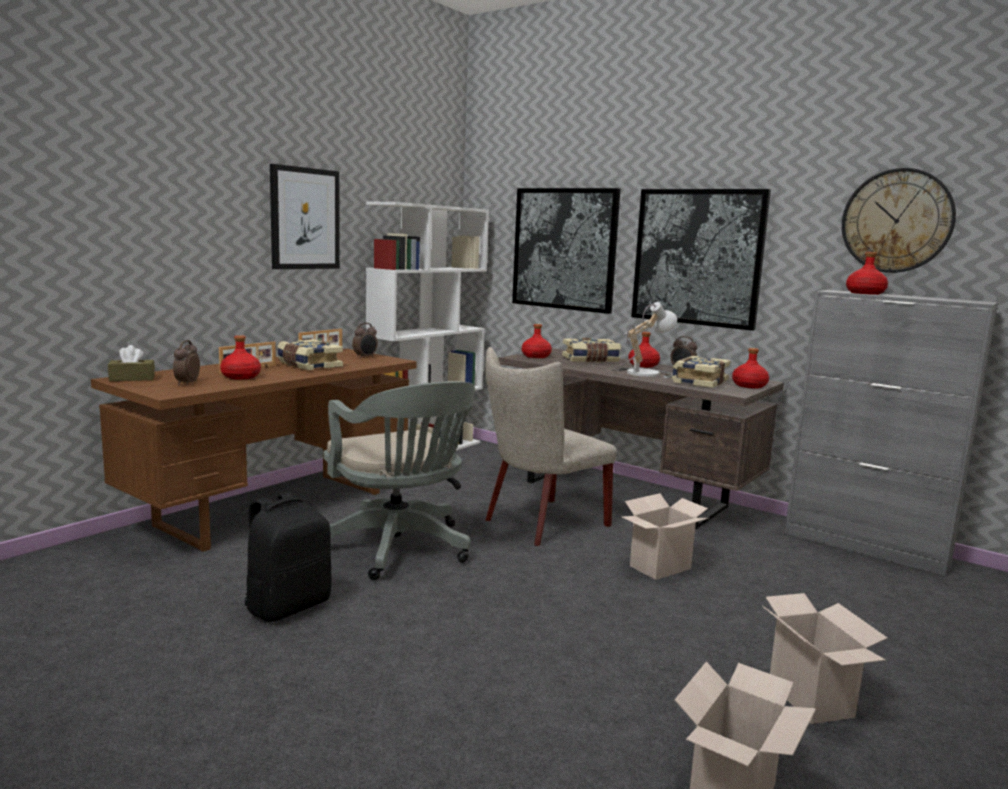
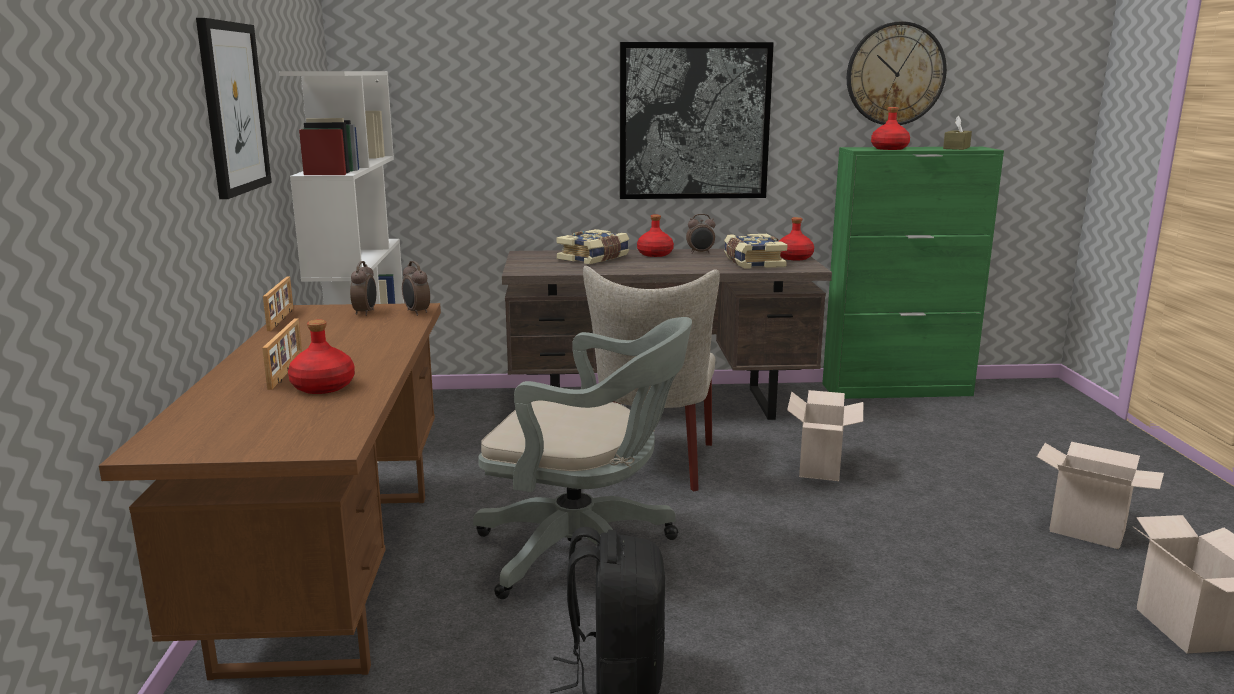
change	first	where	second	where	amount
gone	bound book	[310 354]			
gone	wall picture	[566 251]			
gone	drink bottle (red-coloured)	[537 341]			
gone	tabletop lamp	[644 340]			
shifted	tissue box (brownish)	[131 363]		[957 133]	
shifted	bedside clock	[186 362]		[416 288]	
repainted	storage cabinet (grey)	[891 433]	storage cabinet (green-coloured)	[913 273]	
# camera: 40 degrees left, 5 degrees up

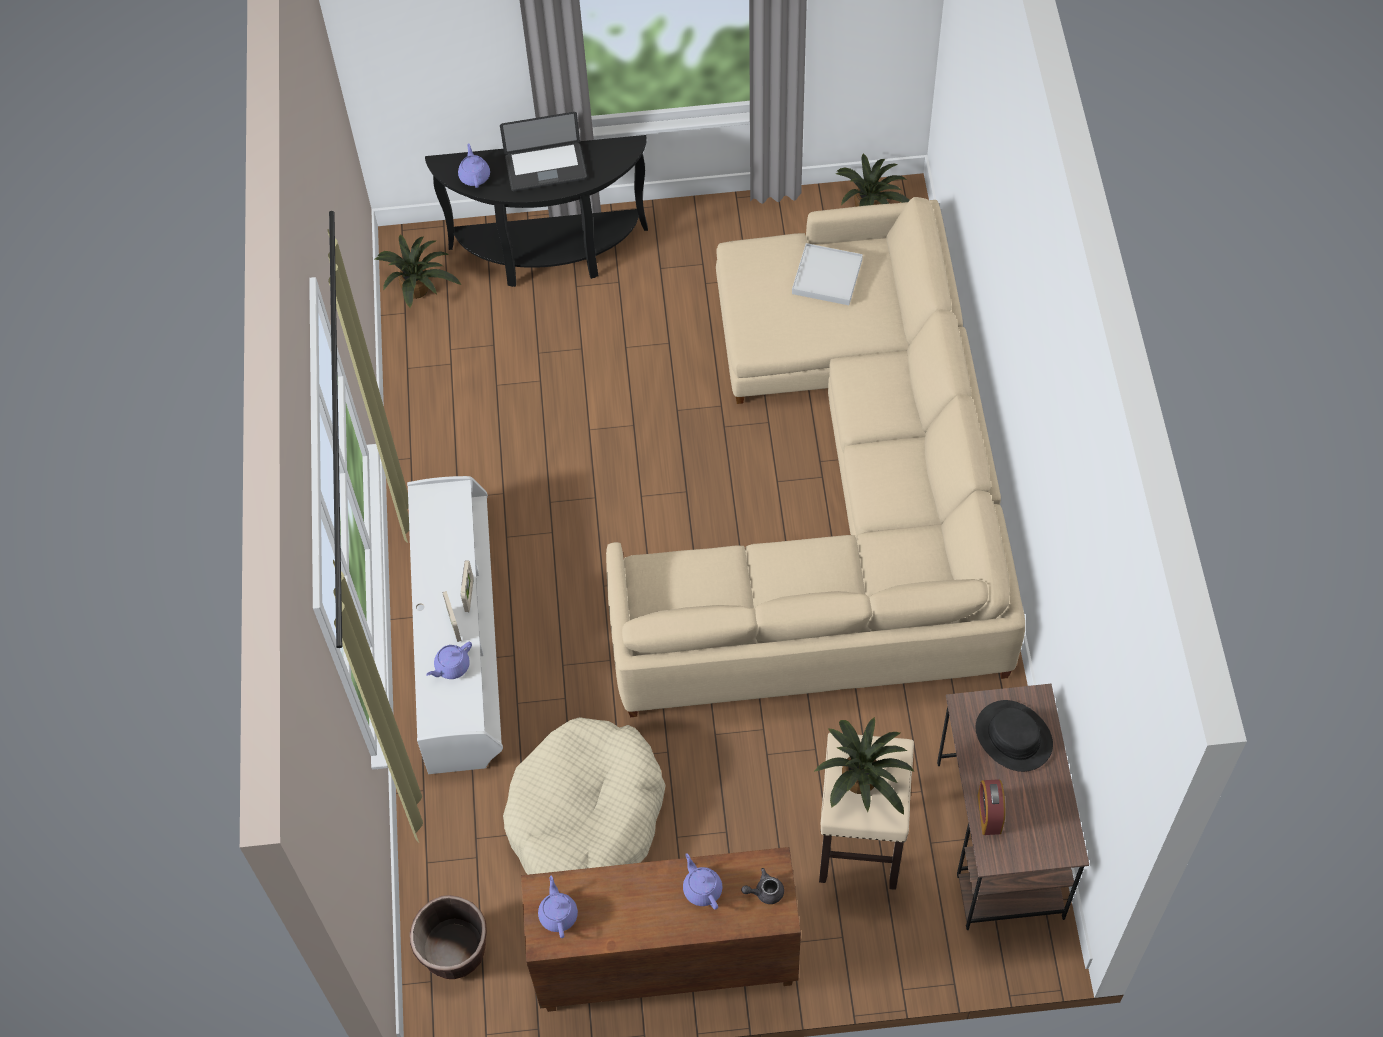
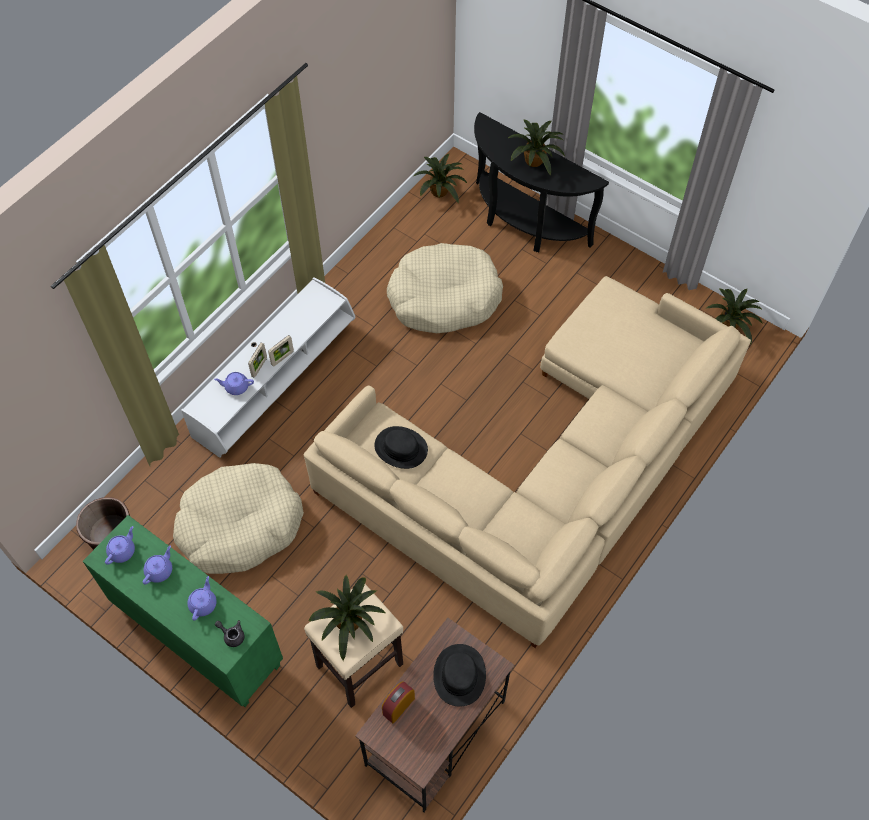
change	first	where	second	where	amount
gone	serving tray (white-coloured)	[827 274]			
new			hat (blackish)	[401 447]	
new			dog cushion (beige-coloured)	[445 288]	
shifted	pot for tea (purple-coloured)	[474 165]		[157 564]	
swapped	laptop	[543 151]	houseplant	[536 147]	
repainted	storage cabinet (brownish)	[661 929]	storage cabinet (green-coloured)	[183 611]	
# camera: 40 degrees right, 0 degrees up

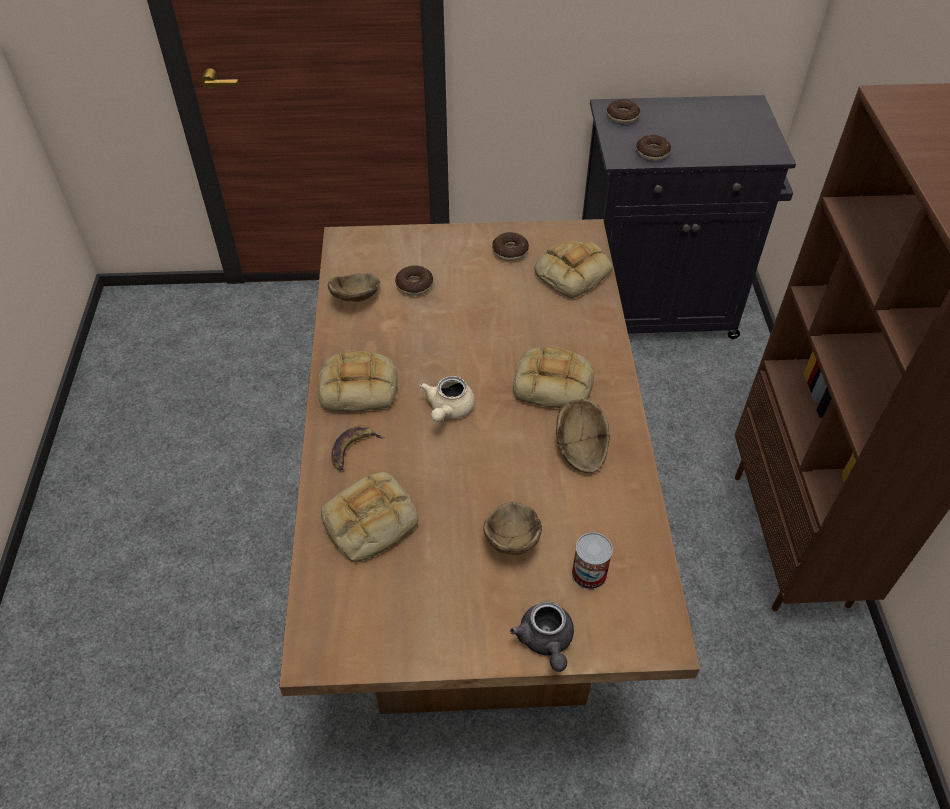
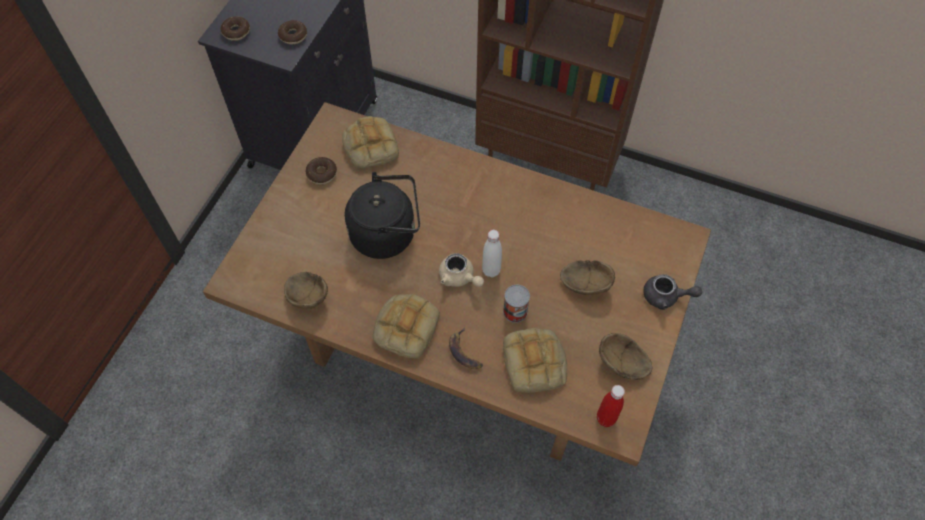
change	first	where	second	where	amount
gone	donut	[414 280]			
gone	bakery bread	[553 376]			
new			kettle (blackish)	[382 215]	
new			drink bottle (white-coloured)	[492 254]	
new			drink bottle (red-coloured)	[611 406]	
shifted	serving bowl (brownish)	[583 436]		[626 356]	
shifted	can	[592 561]		[516 304]	
# camera: 65 degrees left, 10 degrees up

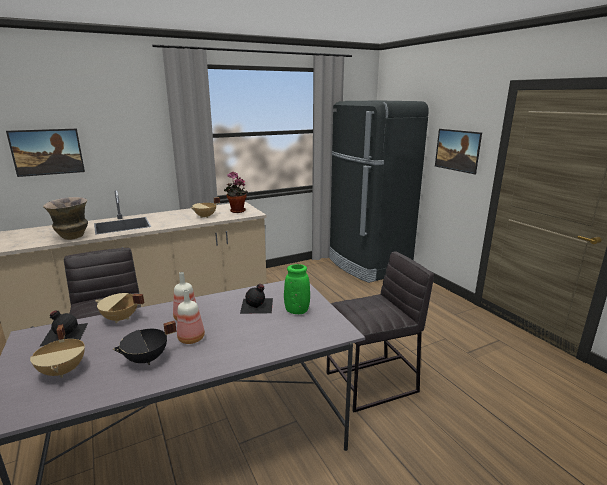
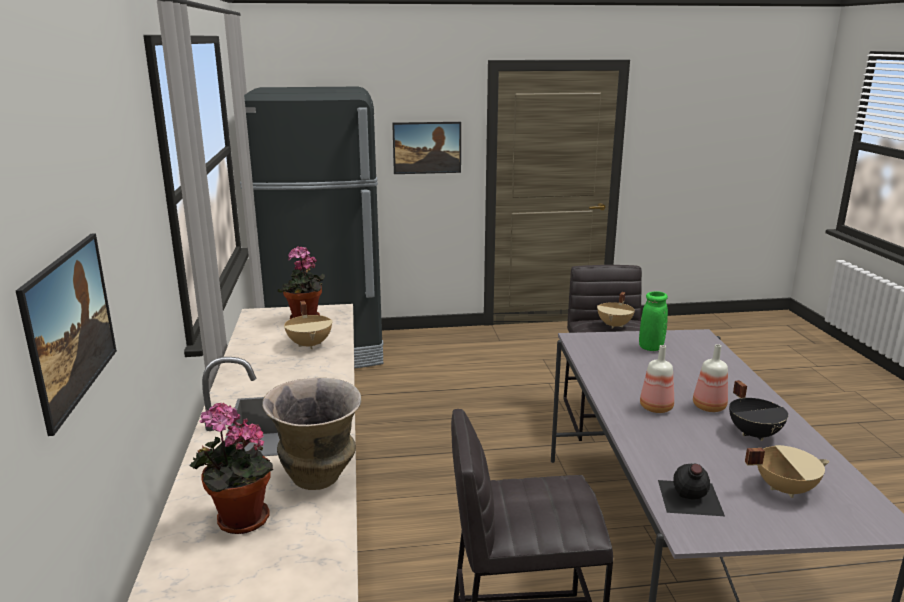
change	first	where	second	where	amount
gone	drink bottle (blackish)	[256 299]			
new			houseplant	[231 468]	
shifted	stockpot (beige-coloured)	[119 308]		[616 310]	
# camera: 70 degrees left, 0 degrees up

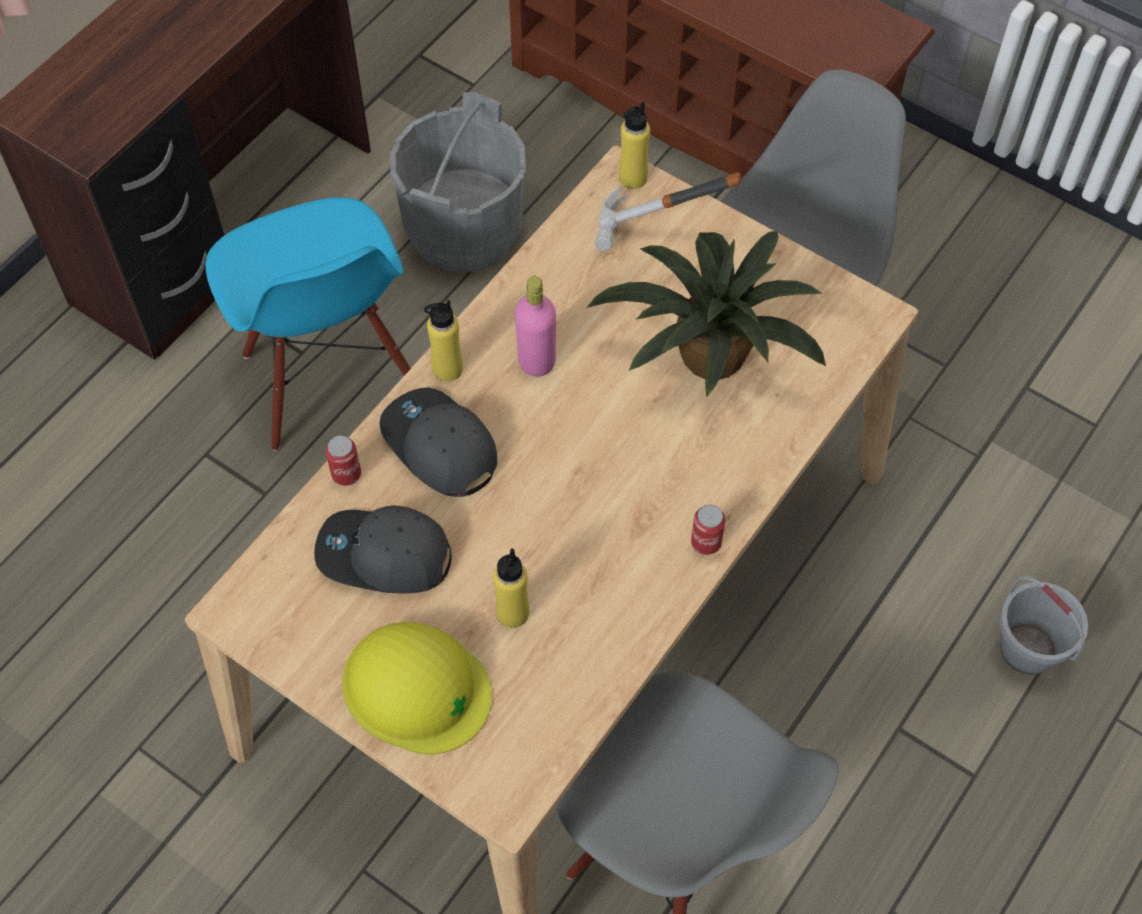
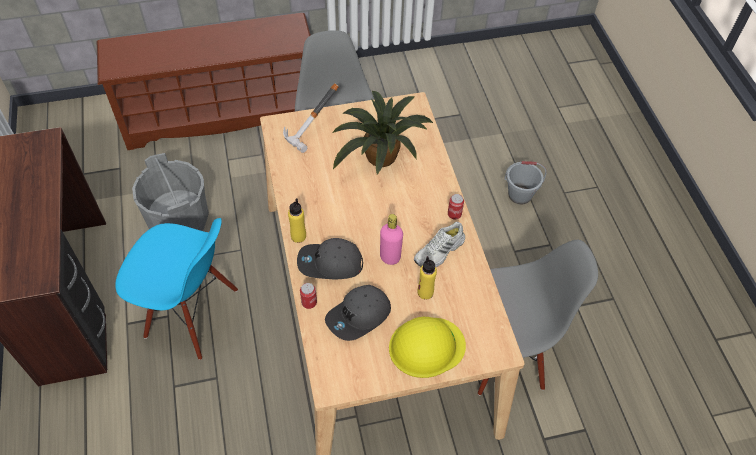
change	first	where	second	where	amount
gone	drink bottle (yellow-coloured)	[634 145]			
new			item of footwear (white-coloured)	[439 244]	
shifted	drink bottle (pink-coloured)	[535 326]		[391 239]	
# camera: 50 degrees left, 5 degrees down

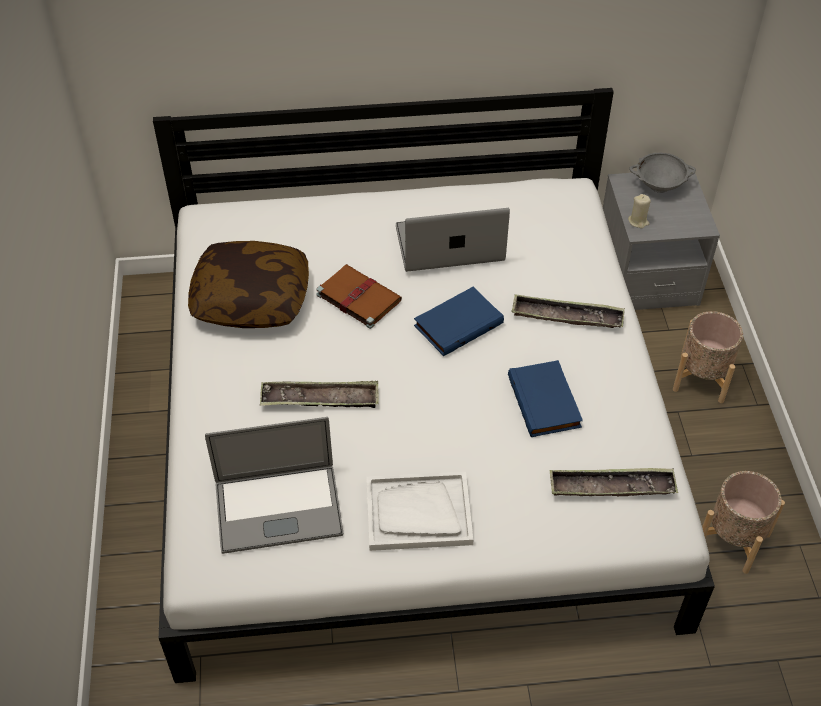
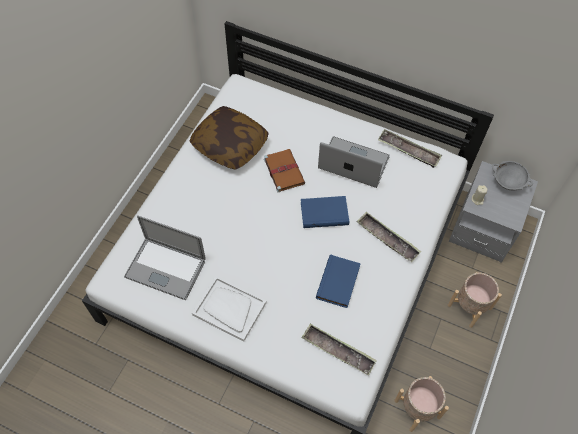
change	first	where	second	where	amount
shifted	serving tray	[319 394]		[410 148]	
# camera: 30 degrees right, 10 degrees up

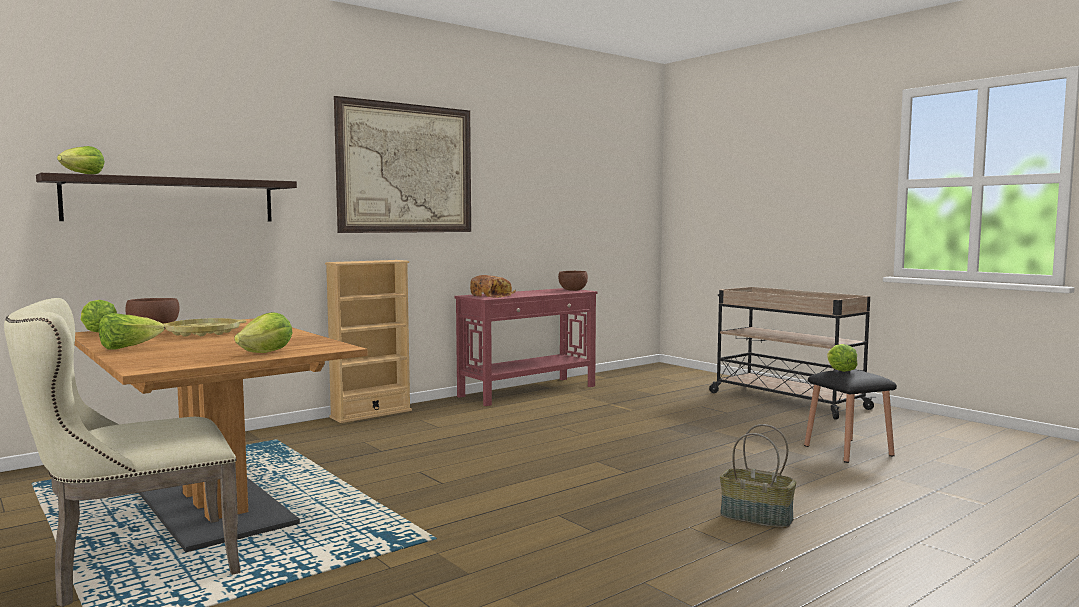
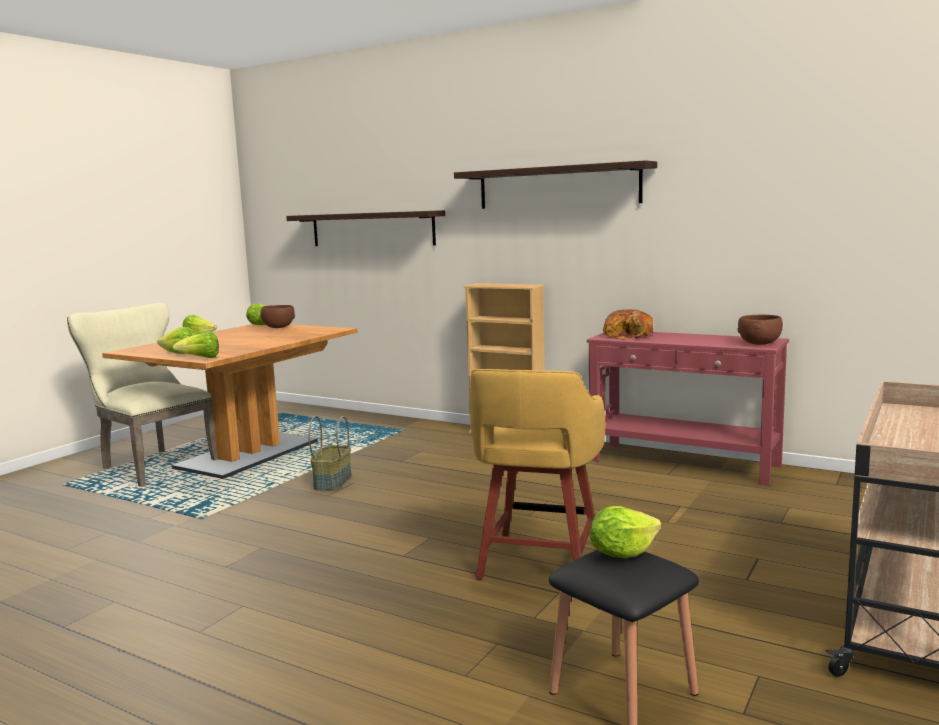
change	first	where	second	where	amount
gone	serving tray (yellow-coloured)	[205 327]			
new			stool seat (yellow-coloured)	[537 474]	
shifted	head of lettuce	[81 160]		[196 345]	
shifted	household basket	[758 476]		[330 453]	
swapped	wall picture	[402 164]	shelf	[555 184]	
# camera: 70 degrees right, 5 degrees up

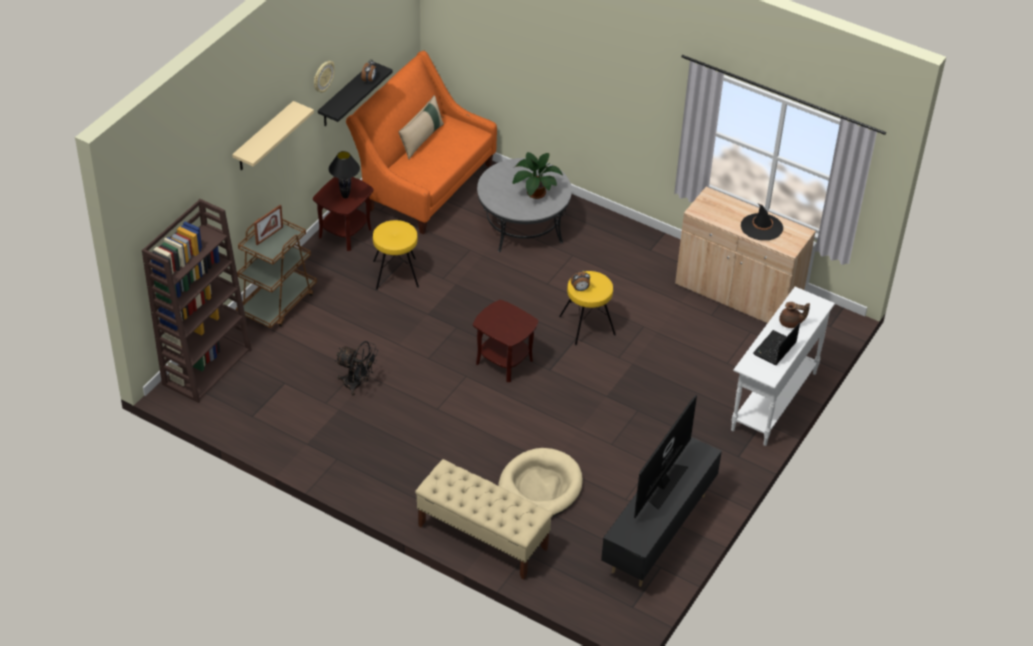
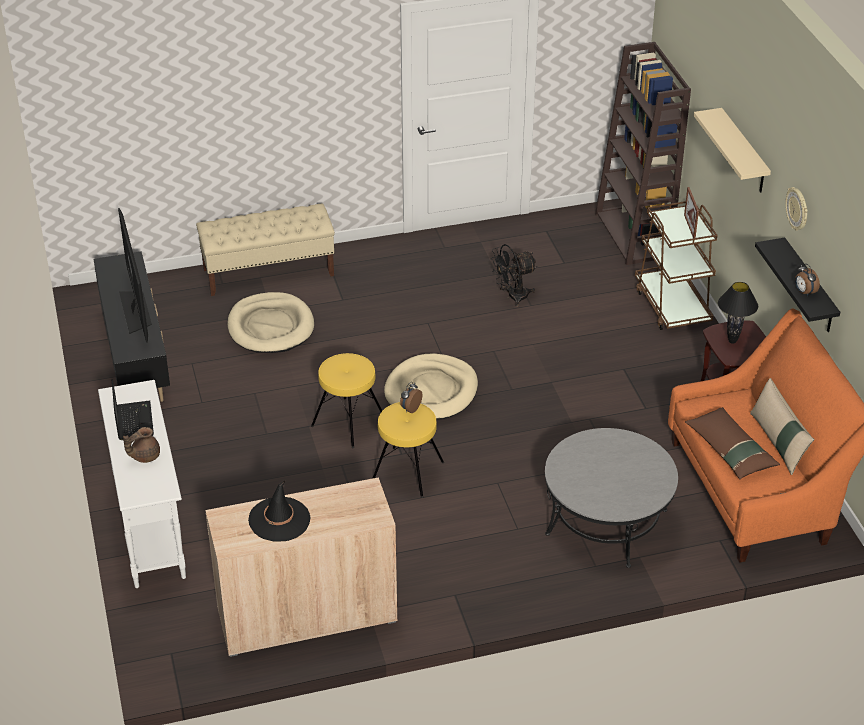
change	first	where	second	where	amount
gone	houseplant	[537 175]			
new			cushion (brownish)	[732 443]	
shifted	stool seat (yellow-coloured)	[396 255]		[346 400]	
swapped	accent table (brownish)	[505 341]	dog cushion (beige-coloured)	[431 386]	
# camera: 135 degrees right, 5 degrees down

